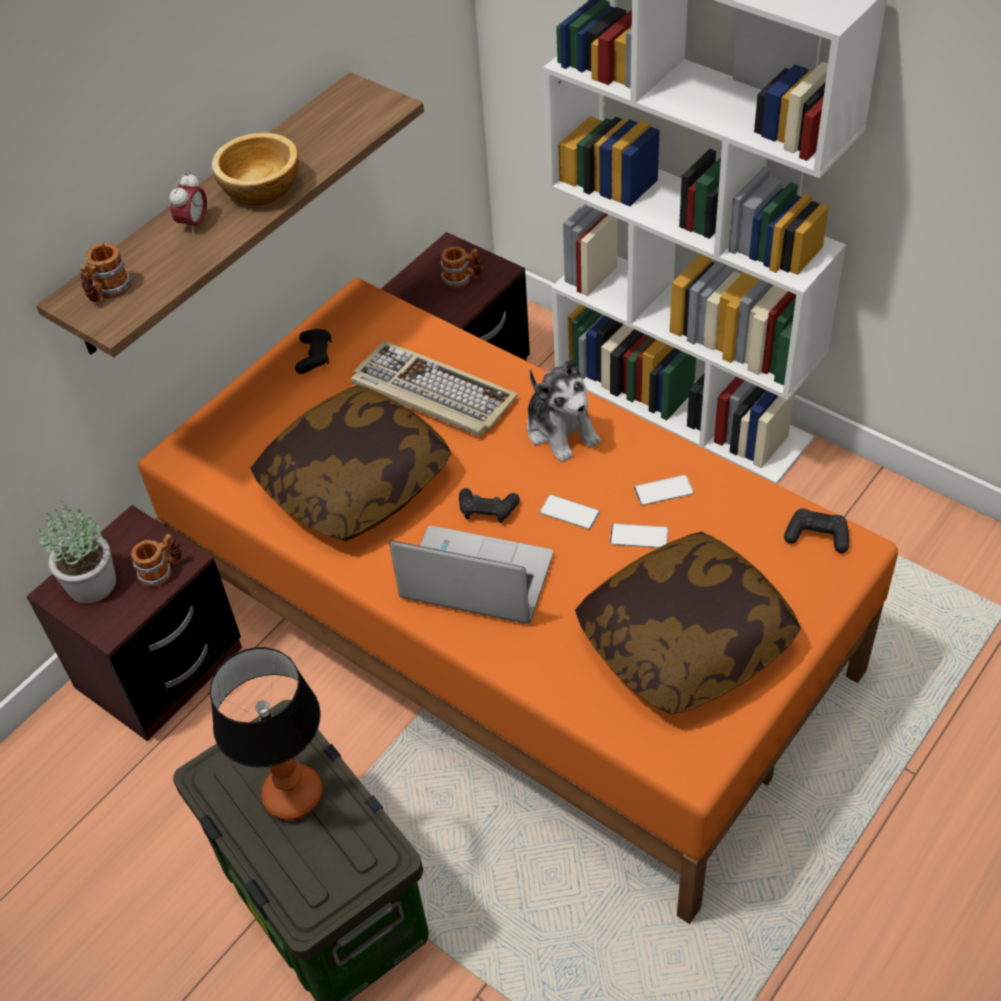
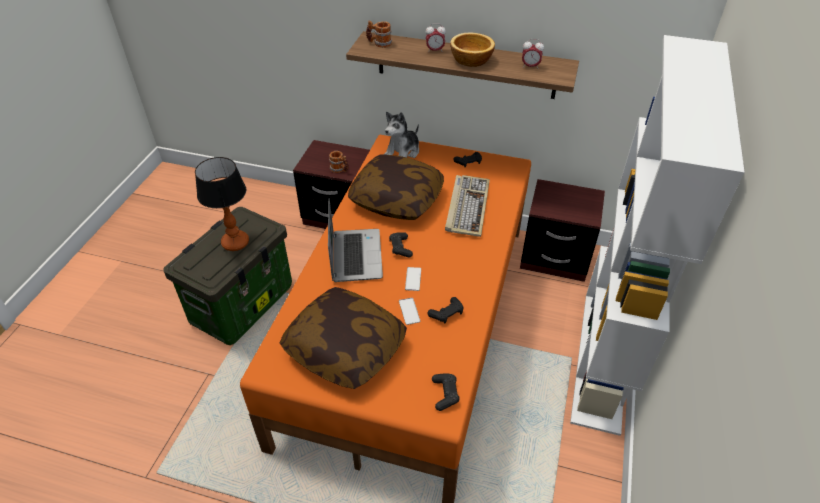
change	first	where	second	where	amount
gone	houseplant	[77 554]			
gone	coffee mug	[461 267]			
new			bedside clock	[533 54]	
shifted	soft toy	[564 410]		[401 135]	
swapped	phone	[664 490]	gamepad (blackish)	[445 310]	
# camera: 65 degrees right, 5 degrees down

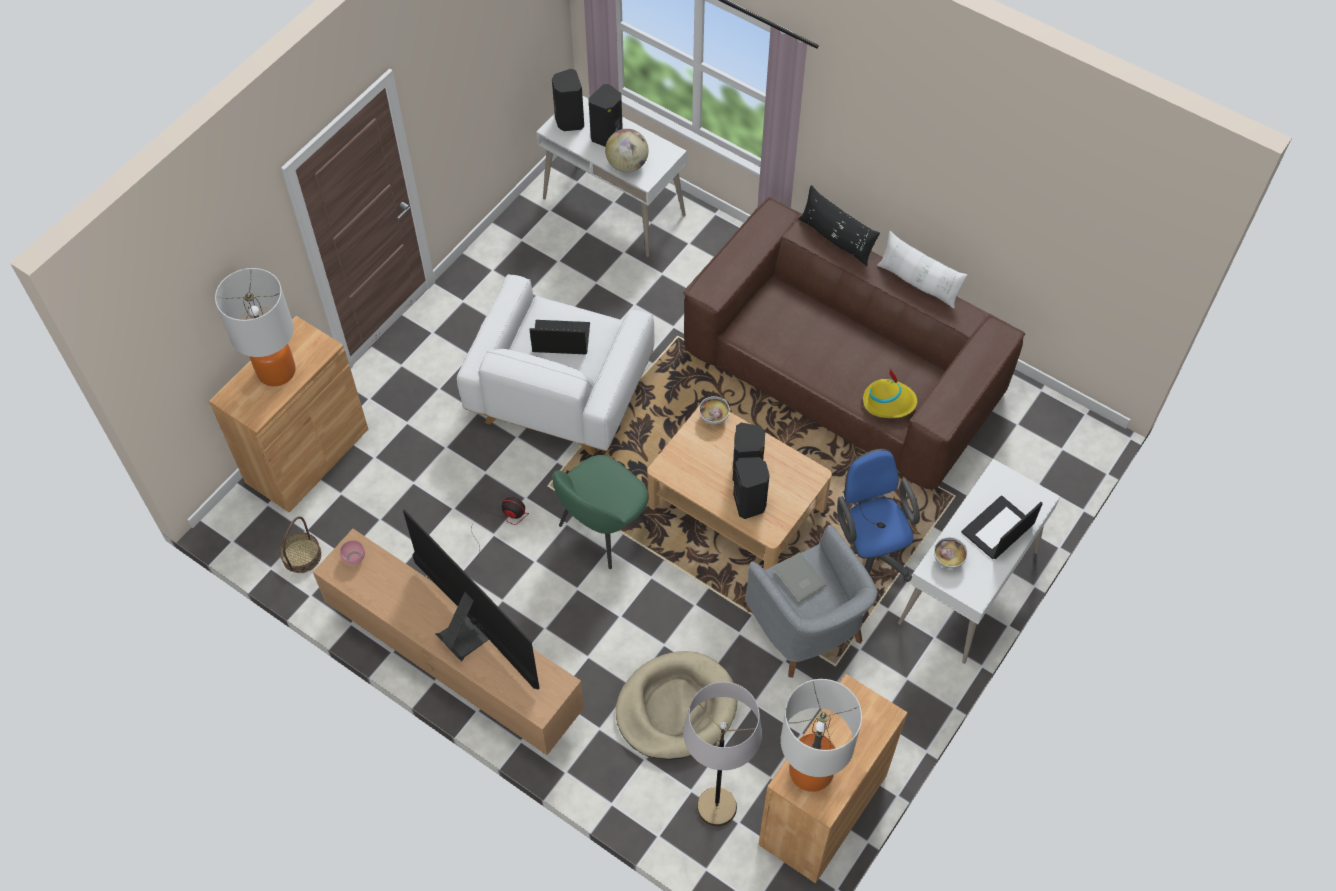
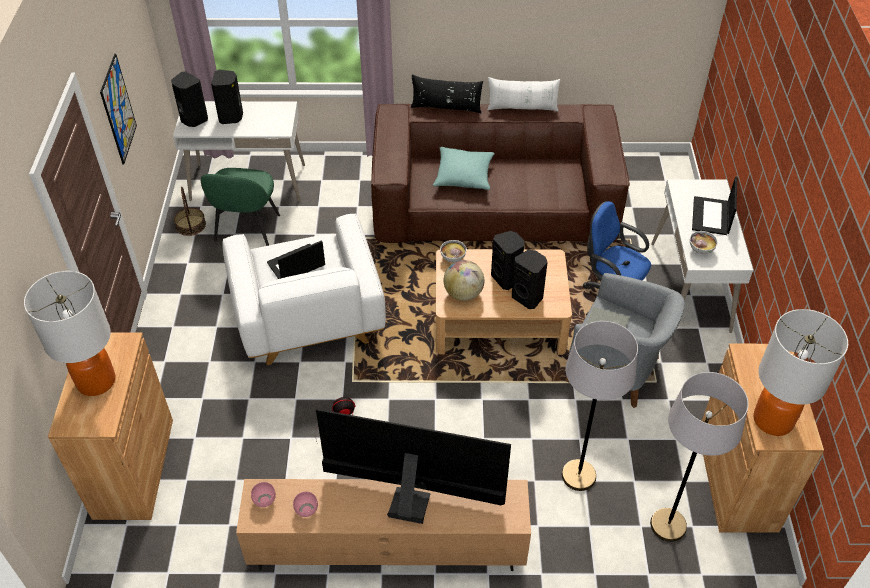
change	first	where	second	where	amount
gone	hat (yellow-coloured)	[890 392]			
new			wall picture	[118 109]	
new			serving bowl (pink-coloured)	[305 504]	
new			cushion (blue-green)	[464 168]	
shifted	household basket	[300 544]		[190 211]	
shifted	chair (green-coloured)	[601 512]		[240 207]	
shifted	globe	[626 151]		[463 280]	
swapped	dog cushion (beige-coloured)	[676 705]	standing lamp (grey)	[600 406]	
# camera: 35 degrees left, 10 degrees down

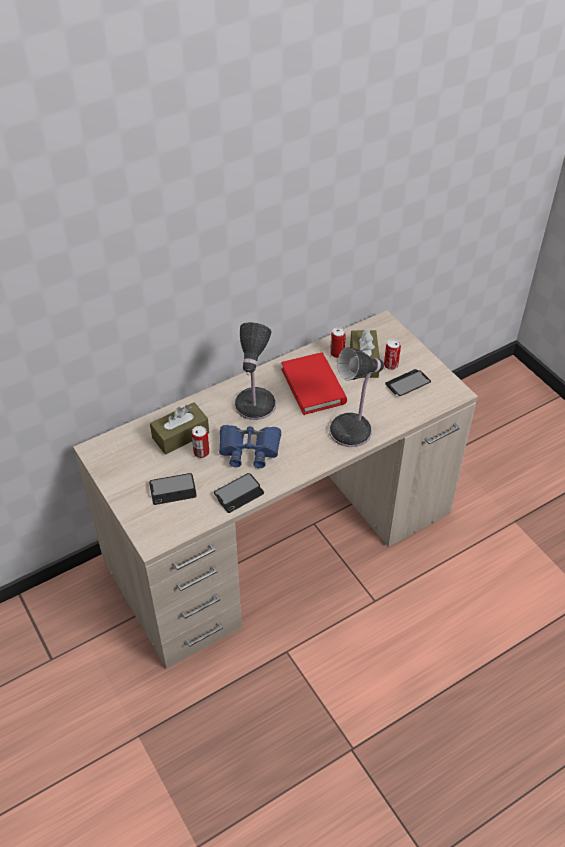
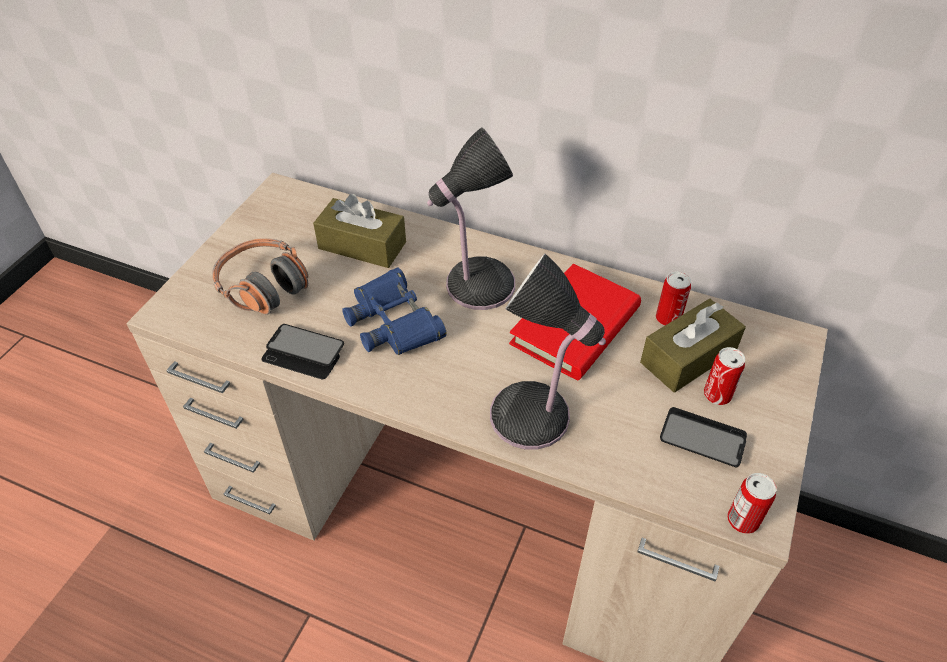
change	first	where	second	where	amount
shifted	can	[200 442]		[751 503]	
swapped	phone	[173 489]	headphones	[260 276]	
# camera: 55 degrees right, 0 degrees up

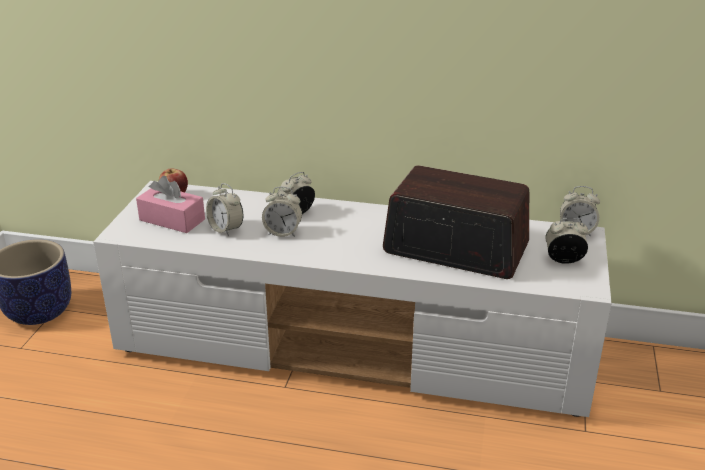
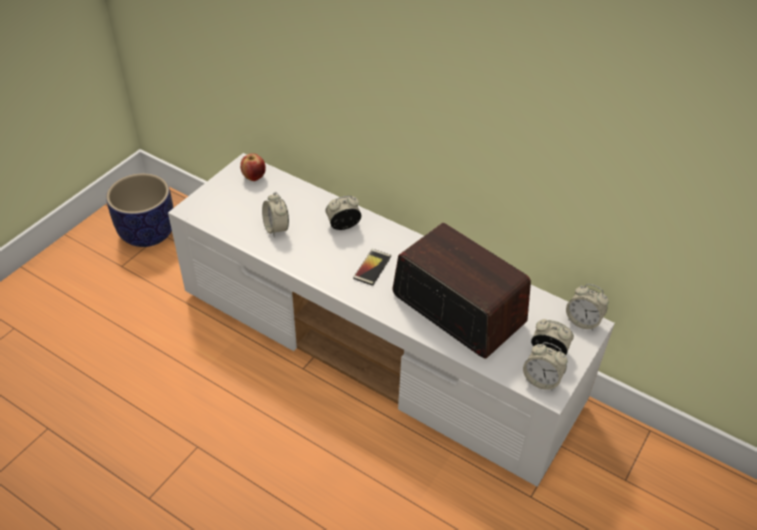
change	first	where	second	where	amount
gone	tissue box (pink-coloured)	[170 204]			
new			phone	[372 267]	
shifted	bedside clock	[282 211]		[545 366]	
# camera: 20 degrees right, 15 degrees up

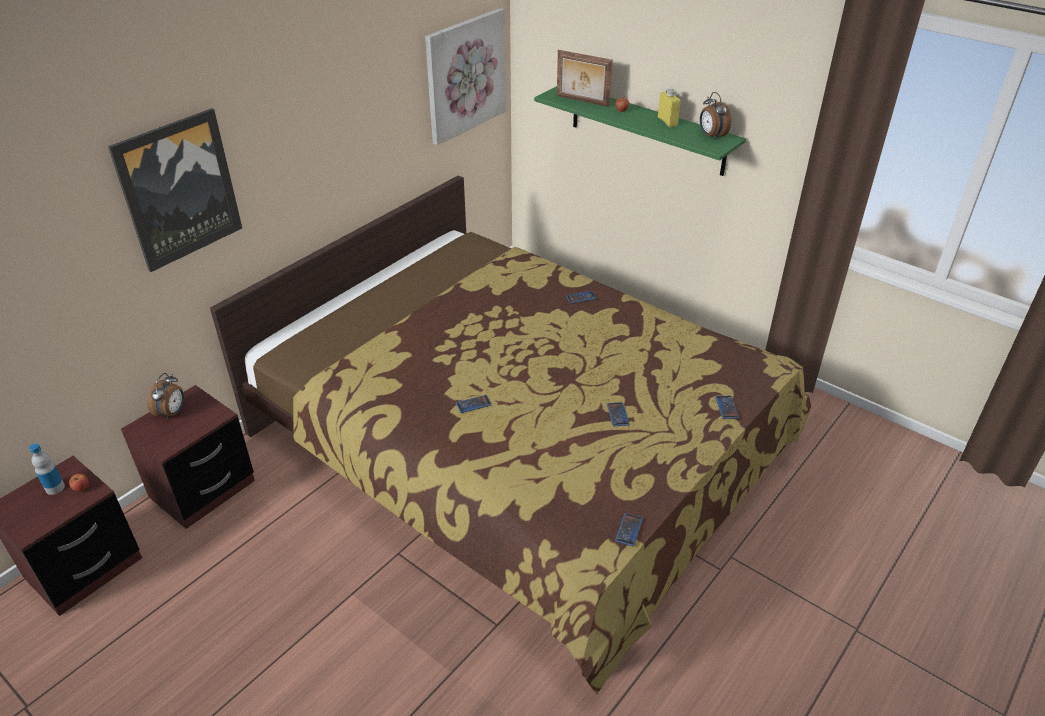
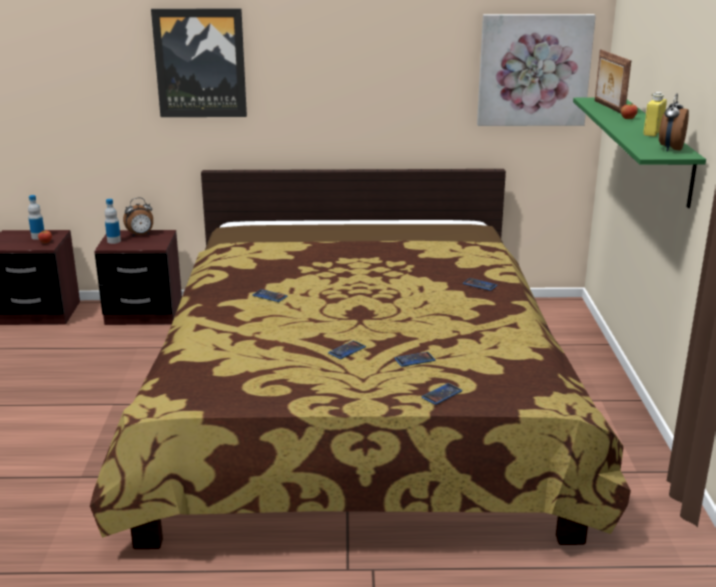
change	first	where	second	where	amount
new			drink bottle	[113 221]	
shifted	phone	[629 529]		[414 359]	
# camera: 50 degrees right, 15 degrees down

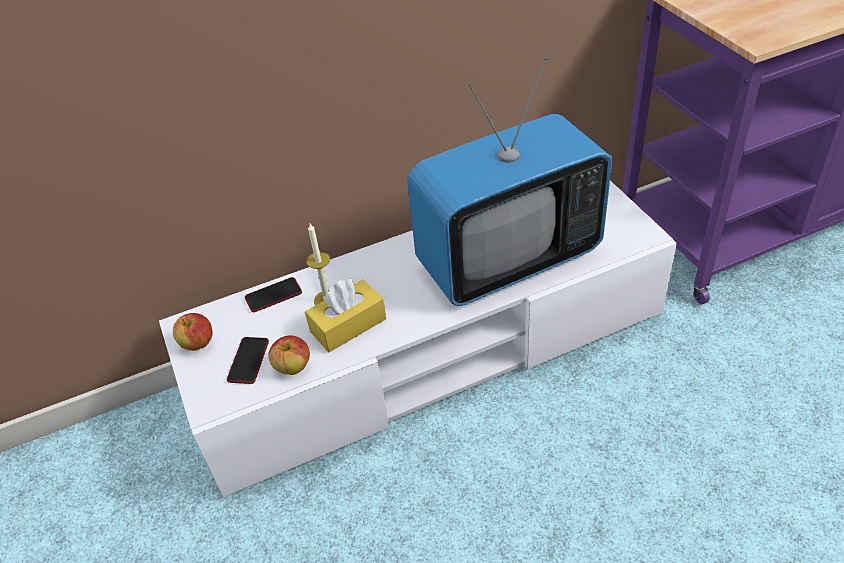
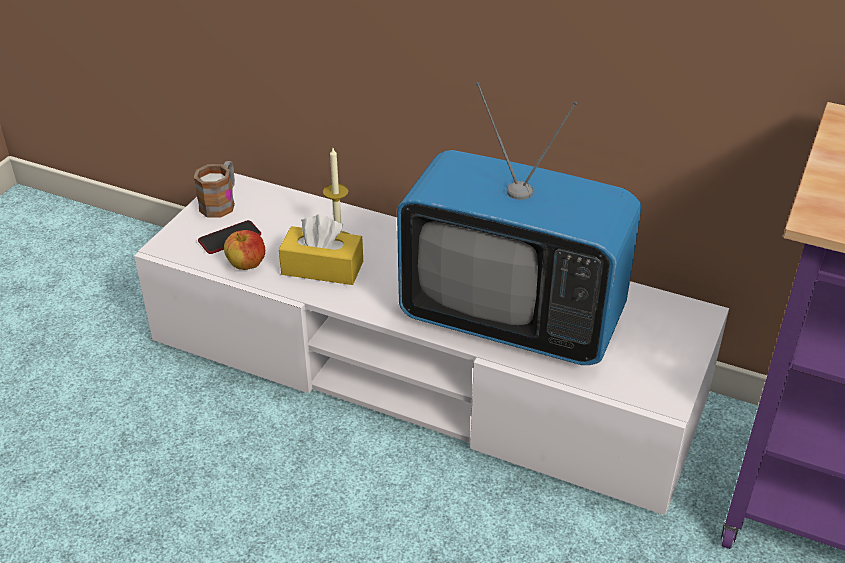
change	first	where	second	where	amount
gone	phone	[273 294]			
swapped	whole apple	[192 332]	coffee mug	[214 189]	
# camera: 45 degrees right, 5 degrees down

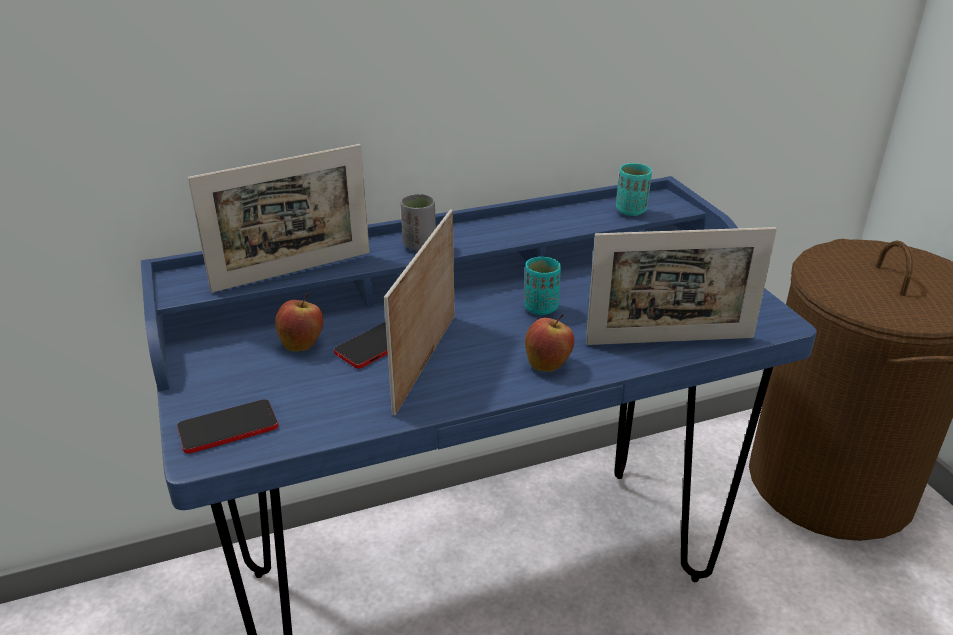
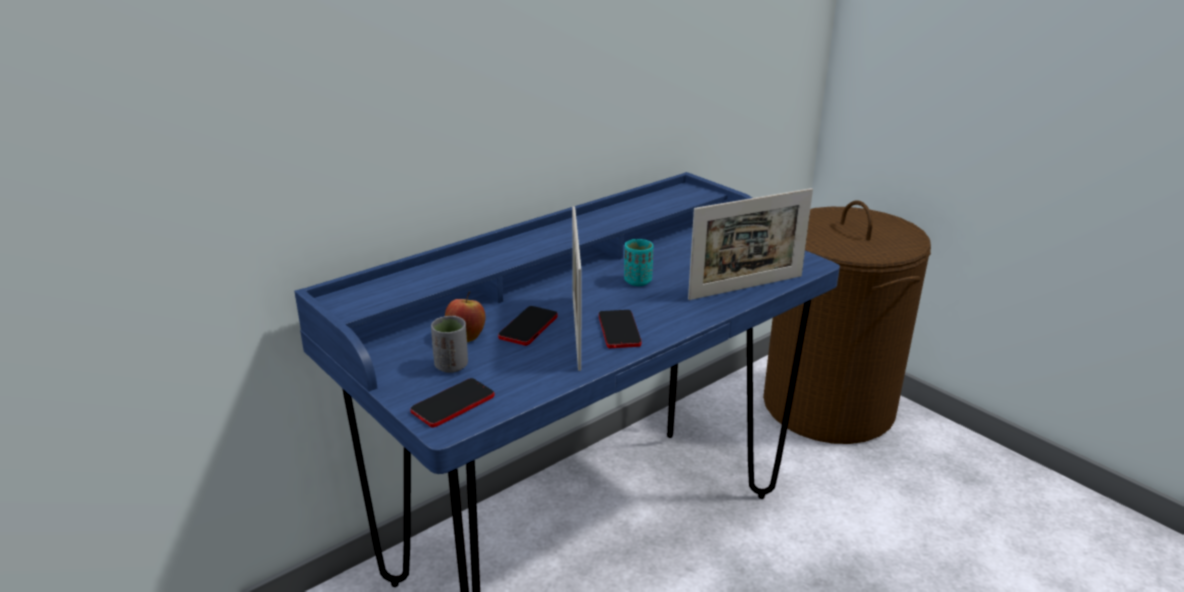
change	first	where	second	where	amount
gone	photo frame	[279 218]			
gone	whole apple	[549 342]			
gone	cup (blue-green)	[634 189]			
new			phone	[620 329]	
shifted	cup (grey)	[418 222]		[449 344]	
# camera: 20 degrees left, 5 degrees down

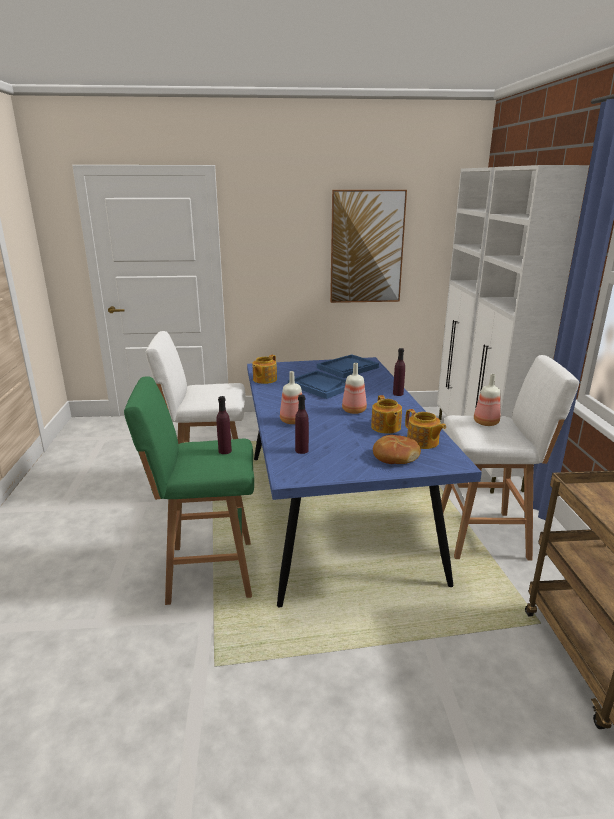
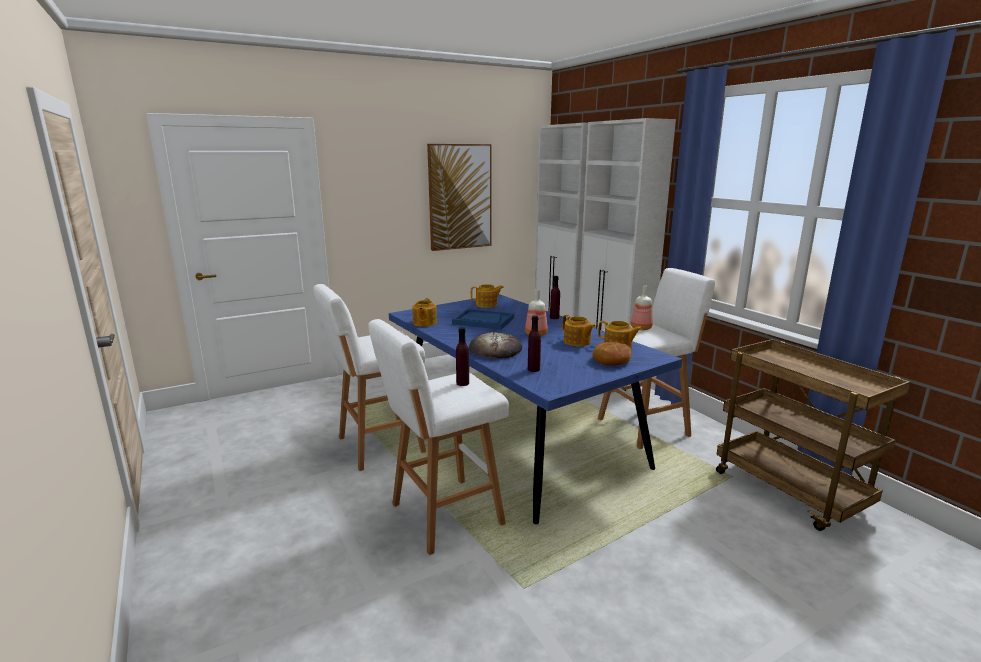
change	first	where	second	where	amount
swapped	drink bottle	[291 397]	bakery bread	[496 345]	
swapped	serving tray (bluish)	[348 366]	pot for tea	[487 296]	
repainted	stool seat (green-coloured)	[189 490]	stool seat (white-coloured)	[438 437]	
# camera: 25 degrees left, 5 degrees down

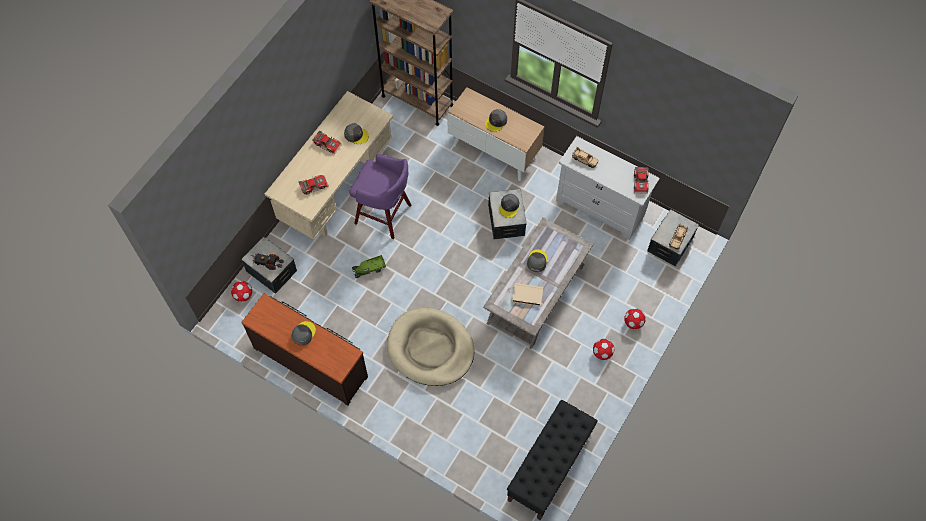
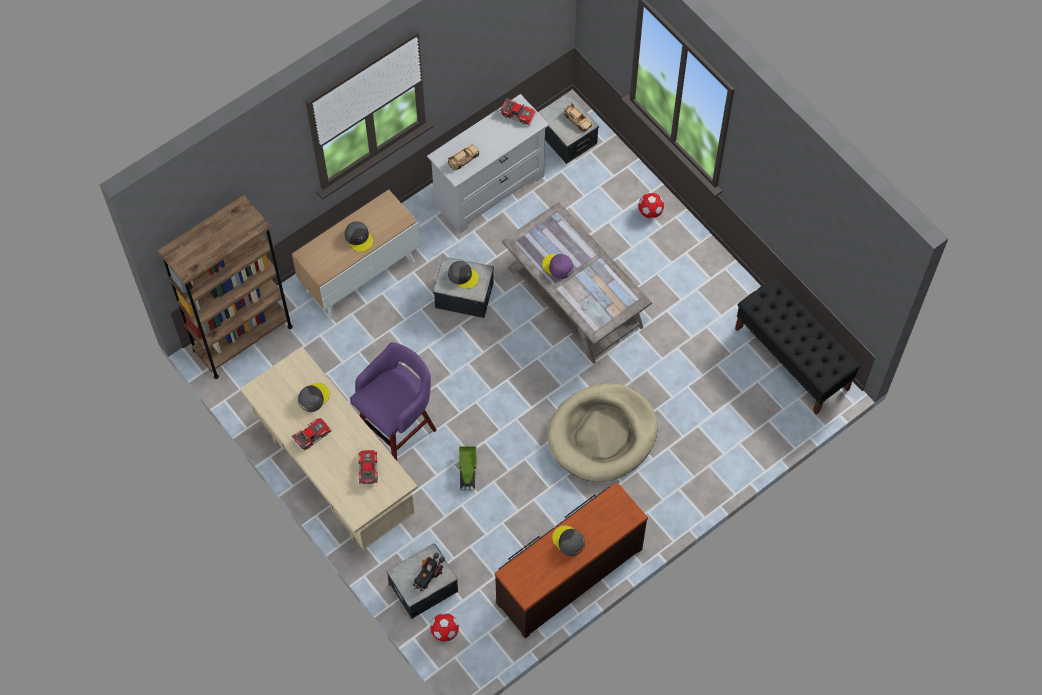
change	first	where	second	where	amount
gone	bound book (beige-coloured)	[527 294]			
gone	football ball	[603 349]			
repainted	peaked cap (grey)	[537 260]	peaked cap (purple-coloured)	[557 266]	
# camera: 70 degrees left, 0 degrees up

